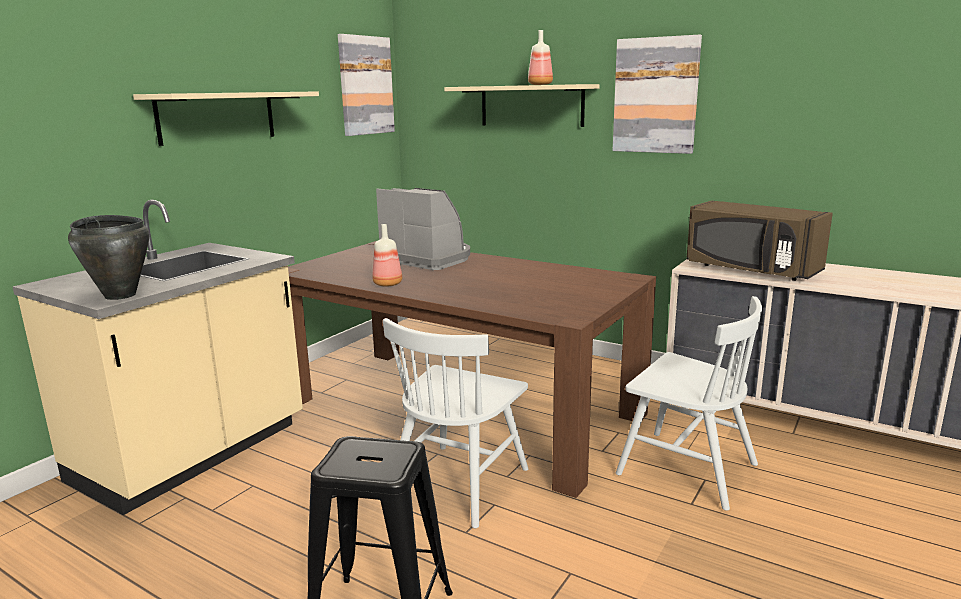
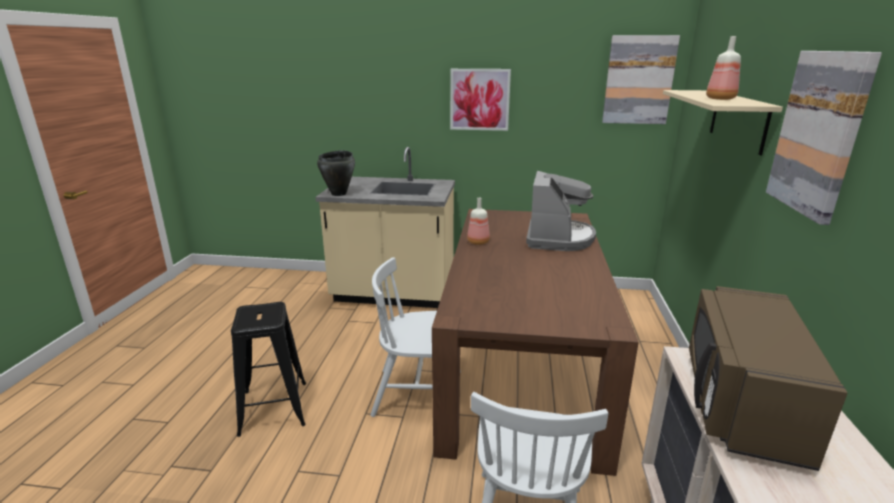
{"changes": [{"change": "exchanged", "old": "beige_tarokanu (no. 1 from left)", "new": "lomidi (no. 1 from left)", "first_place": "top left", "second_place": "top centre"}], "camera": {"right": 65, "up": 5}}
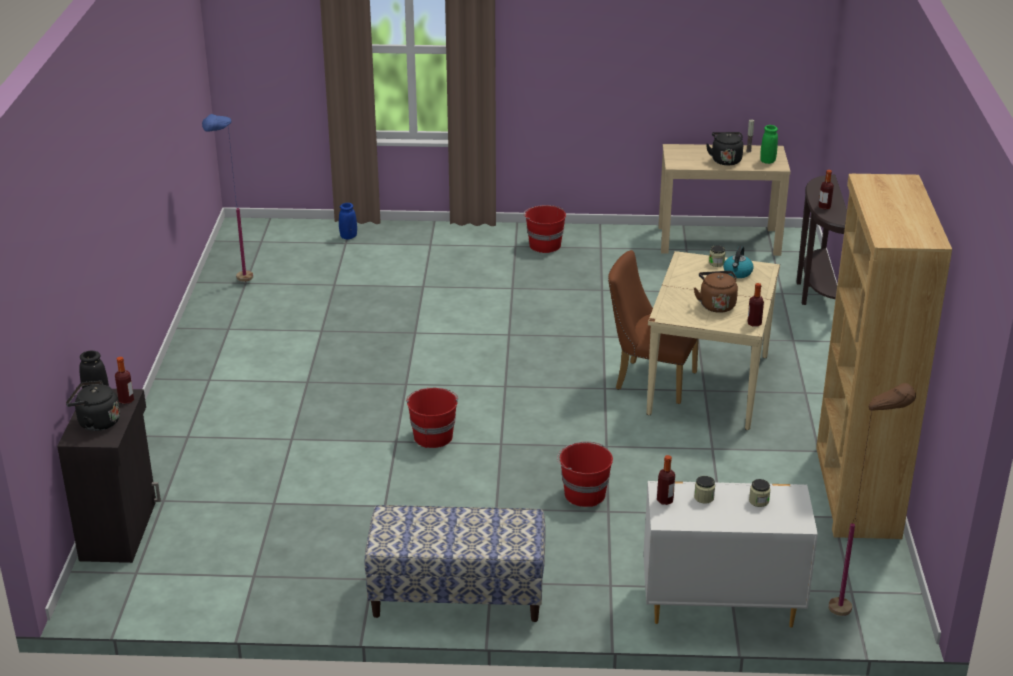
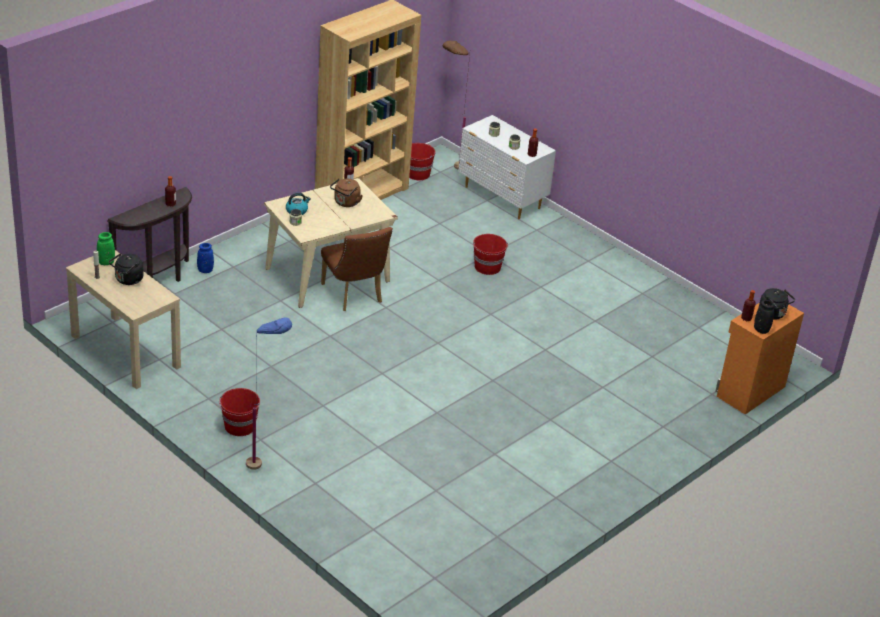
{"changes": [{"change": "missing", "old": "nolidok", "first_place": "bottom centre"}, {"change": "relocated", "old": "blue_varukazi", "first_place": "top left", "second_place": "middle left"}, {"change": "relocated", "old": "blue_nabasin", "first_place": "top centre", "second_place": "middle left"}, {"change": "relocated", "old": "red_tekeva (no. 1 from left in the first image)", "new": "red_tekeva (no. 2 from left)", "first_place": "centre", "second_place": "top centre"}, {"change": "colour", "old": "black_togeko", "new": "orange_togeko", "first_place": "bottom left", "second_place": "middle right"}], "camera": {"right": -140, "up": 5}}
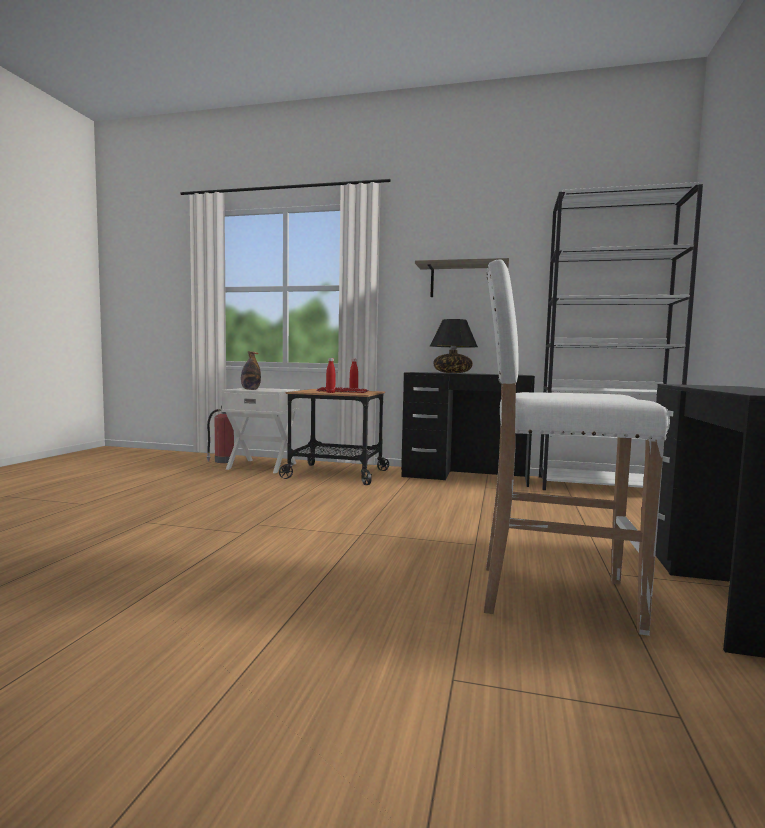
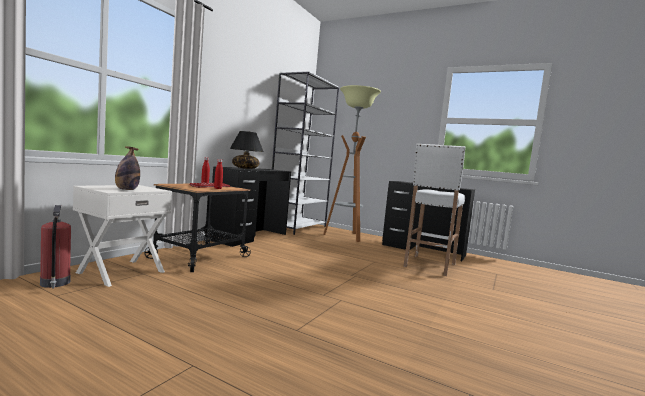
{"changes": [{"change": "missing", "old": "tarokanu", "first_place": "centre"}, {"change": "appeared", "new": "varukazi", "second_place": "centre"}], "camera": {"right": -75, "up": 0}}
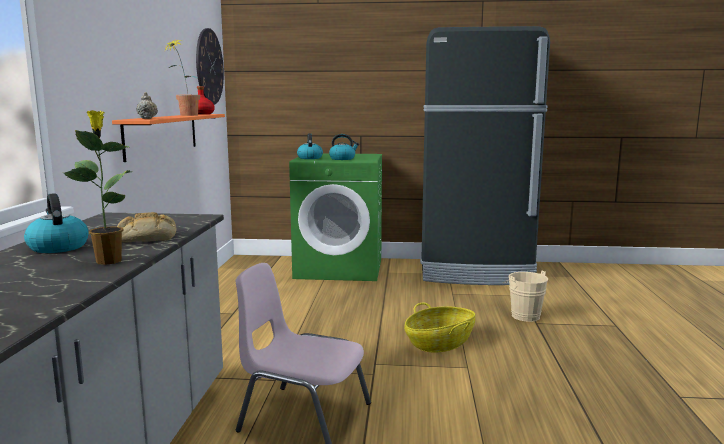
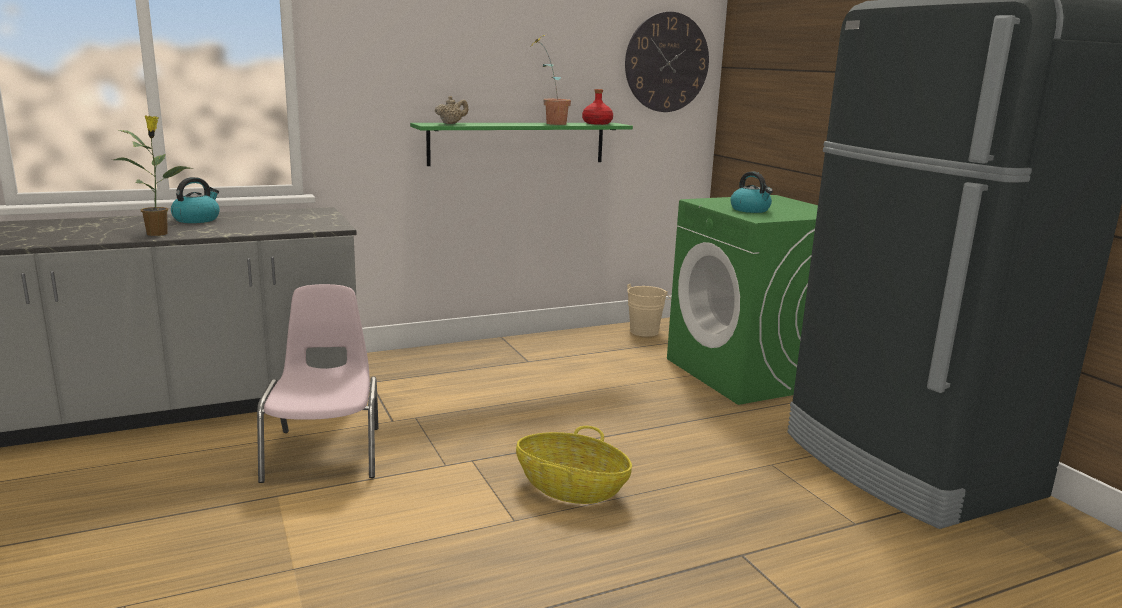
{"changes": [{"change": "missing", "old": "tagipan", "first_place": "middle left"}, {"change": "missing", "old": "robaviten (no. 2 from left)", "first_place": "top centre"}, {"change": "relocated", "old": "beige_tekeva", "first_place": "bottom right", "second_place": "centre"}, {"change": "colour", "old": "orange_tarokanu", "new": "green_tarokanu", "first_place": "top left", "second_place": "top centre"}], "camera": {"right": 60, "up": 5}}
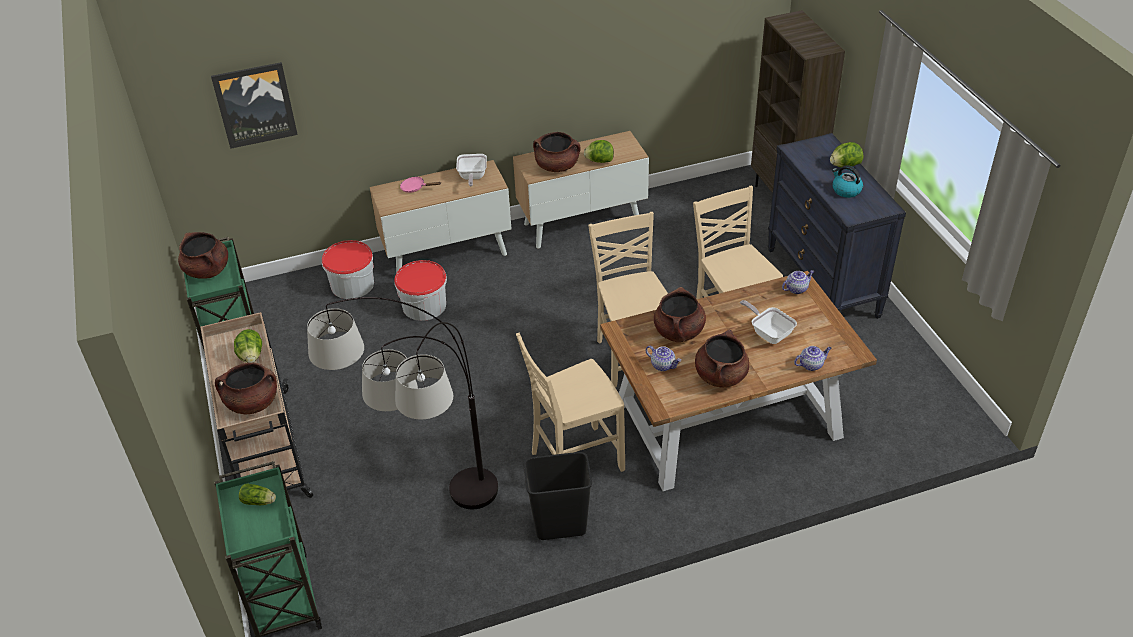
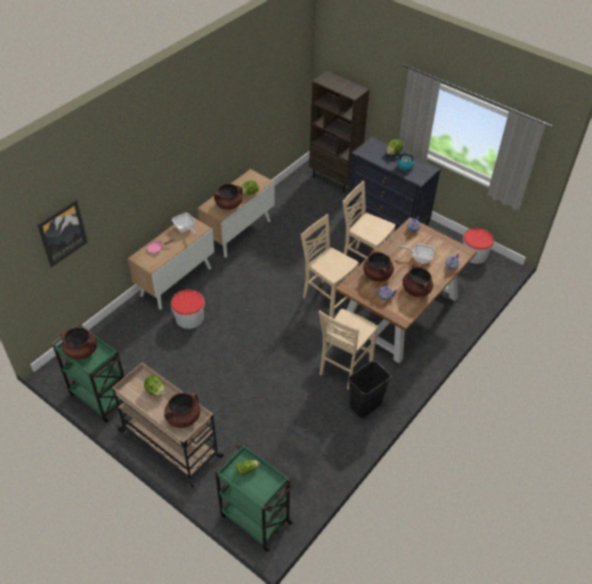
{"changes": [{"change": "missing", "old": "varukazi", "first_place": "centre"}, {"change": "relocated", "old": "tekeva (no. 1 from left in the first image)", "new": "tekeva (no. 2 from left)", "first_place": "middle left", "second_place": "middle right"}], "camera": {"right": -35, "up": 5}}
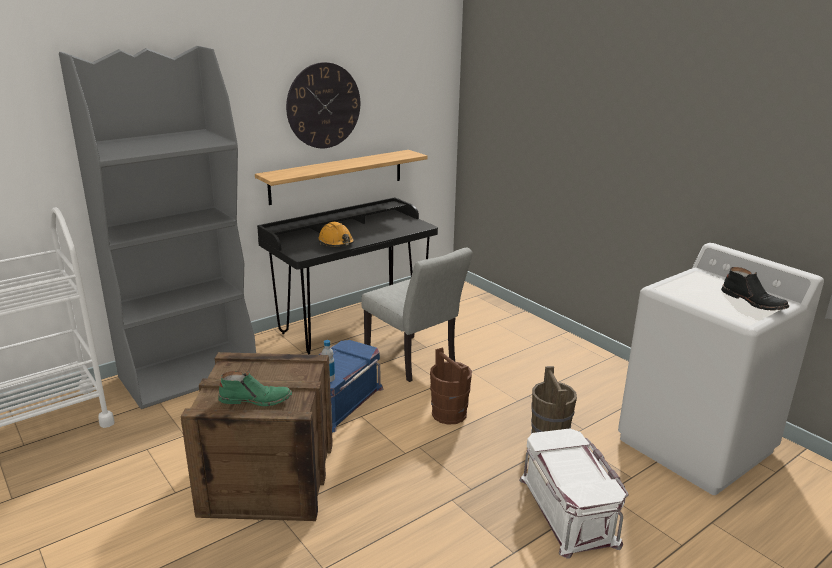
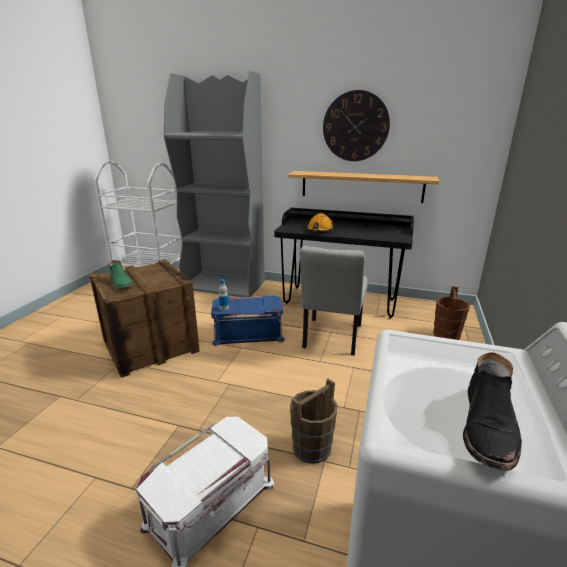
{"changes": [{"change": "relocated", "old": "brown_tekeva (no. 1 from left in the first image)", "new": "brown_tekeva (no. 2 from left)", "first_place": "bottom centre", "second_place": "middle right"}], "camera": {"right": 55, "up": 0}}
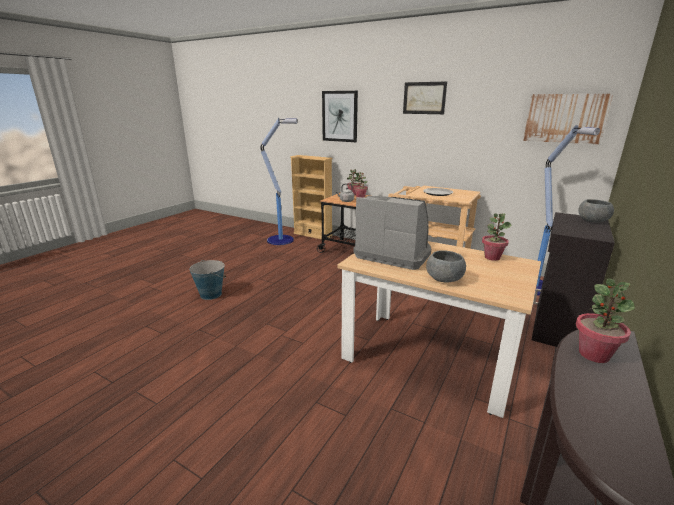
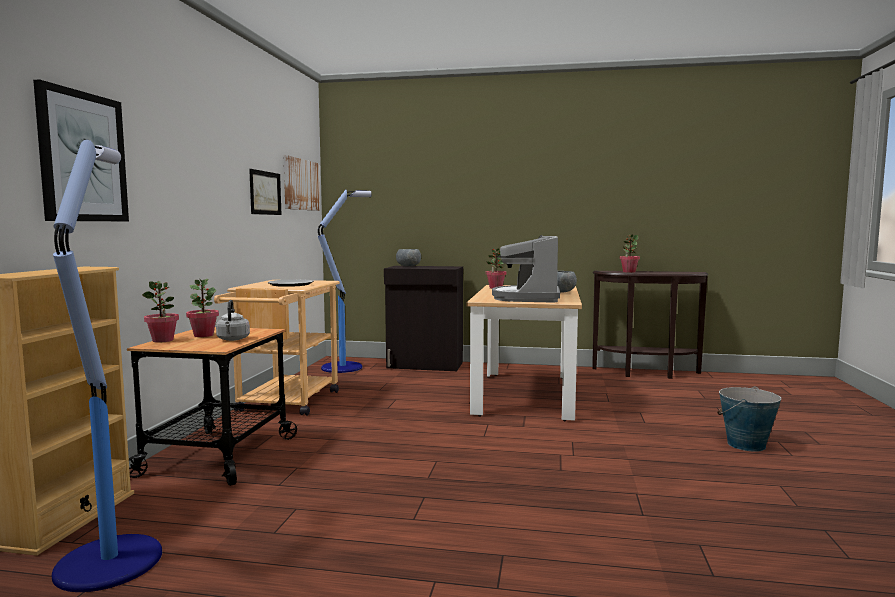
{"changes": [{"change": "relocated", "old": "tekeva", "first_place": "middle left", "second_place": "bottom right"}, {"change": "relocated", "old": "lomidi (no. 2 from left)", "first_place": "top centre", "second_place": "top left"}], "camera": {"right": -110, "up": -15}}
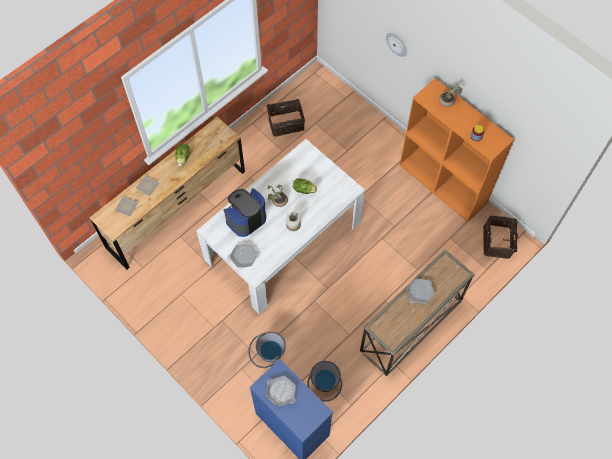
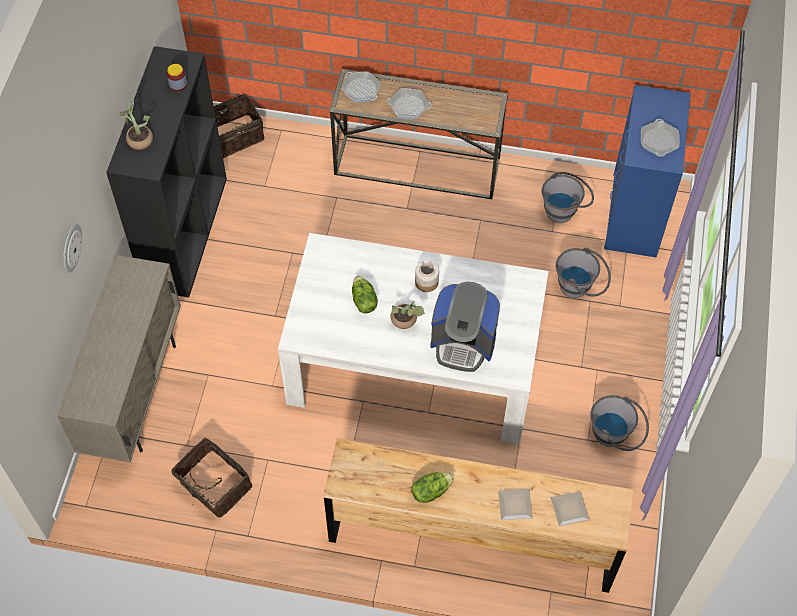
{"changes": [{"change": "appeared", "new": "beige_togeko", "second_place": "middle left"}, {"change": "appeared", "new": "grey_tekeva (no. 3 from left)", "second_place": "bottom right"}, {"change": "relocated", "old": "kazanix (no. 1 from left)", "first_place": "centre", "second_place": "top centre"}, {"change": "colour", "old": "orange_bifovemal", "new": "black_bifovemal", "first_place": "top right", "second_place": "top left"}], "camera": {"right": -125, "up": -5}}
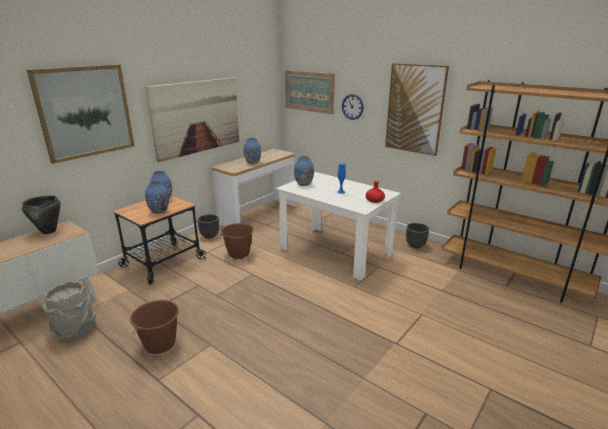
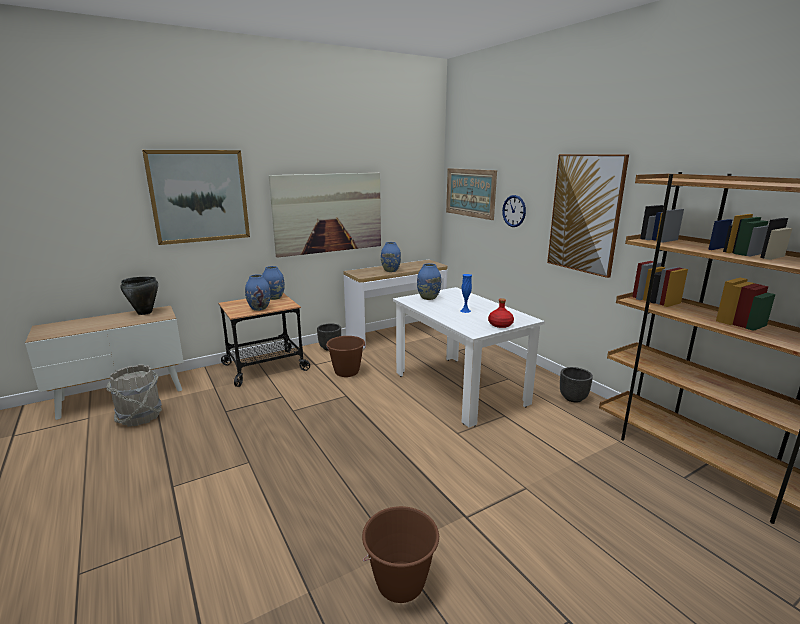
{"changes": [{"change": "relocated", "old": "brown_tekeva (no. 1 from left in the first image)", "new": "brown_tekeva (no. 2 from left)", "first_place": "bottom left", "second_place": "bottom centre"}], "camera": {"right": 20, "up": -5}}
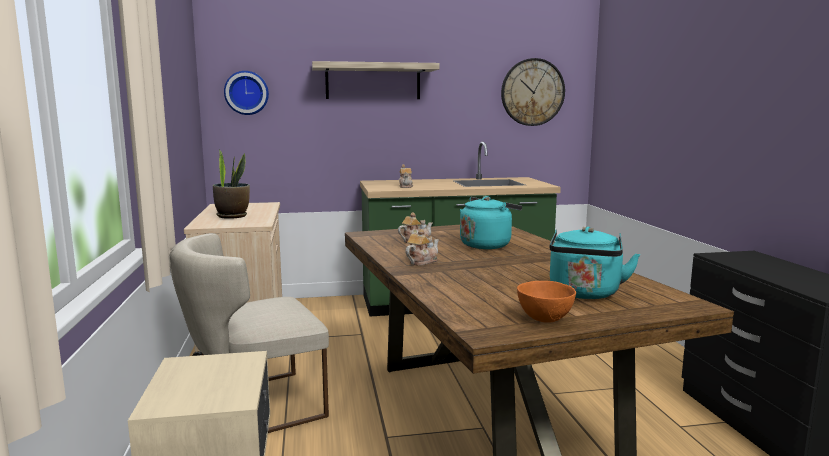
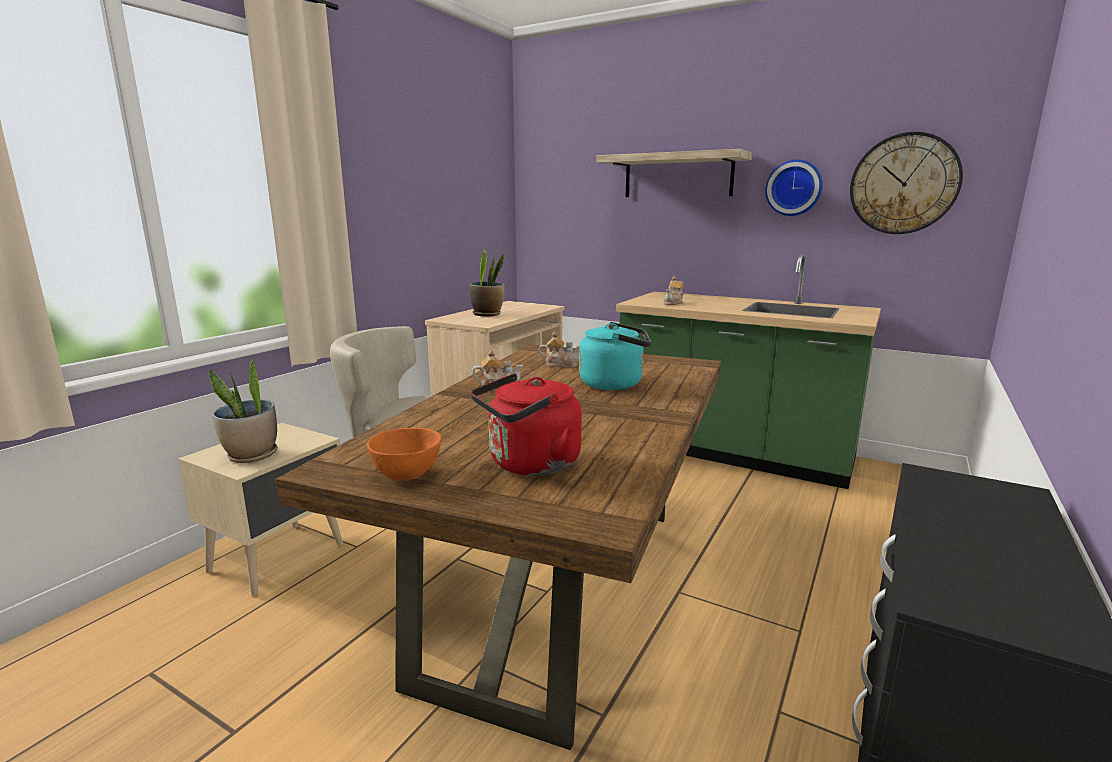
{"changes": [{"change": "appeared", "new": "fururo (no. 1 from left)", "second_place": "middle left"}, {"change": "relocated", "old": "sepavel (no. 1 from left)", "first_place": "top left", "second_place": "top right"}, {"change": "colour", "old": "turquoise_robaviten (no. 2 from left)", "new": "red_robaviten", "first_place": "middle right", "second_place": "centre"}], "camera": {"right": 40, "up": 5}}
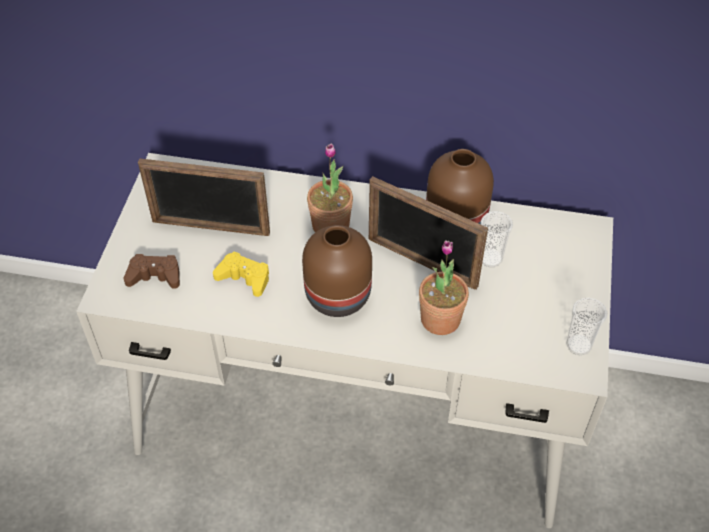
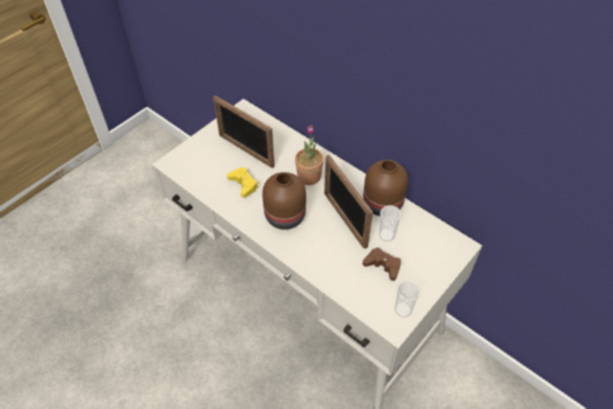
{"changes": [{"change": "missing", "old": "fururo (no. 2 from left)", "first_place": "centre"}, {"change": "relocated", "old": "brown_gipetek", "first_place": "middle left", "second_place": "centre"}], "camera": {"right": 30, "up": 0}}
